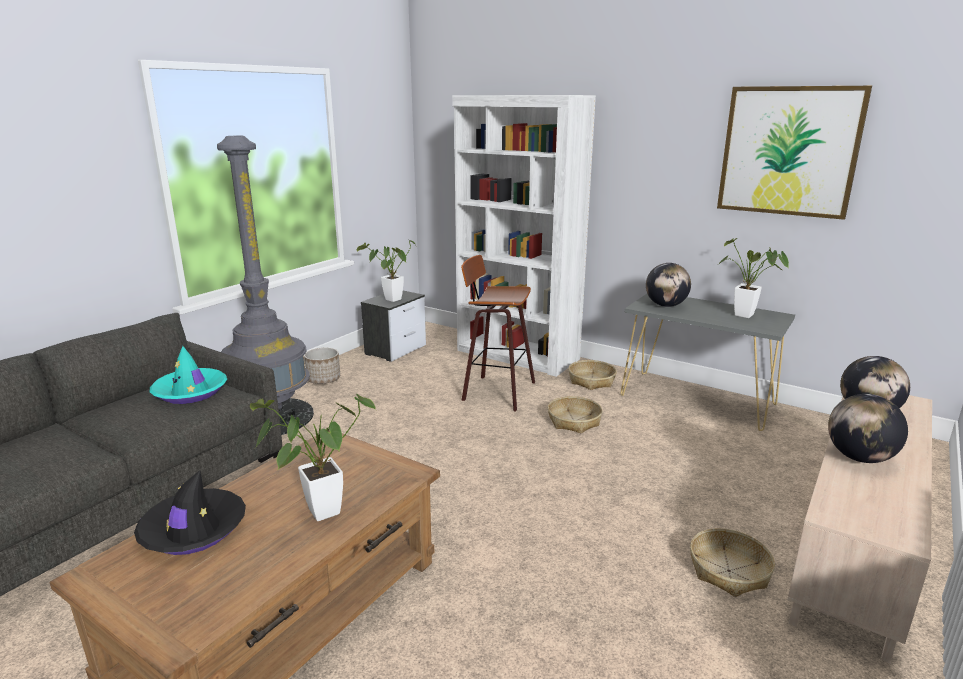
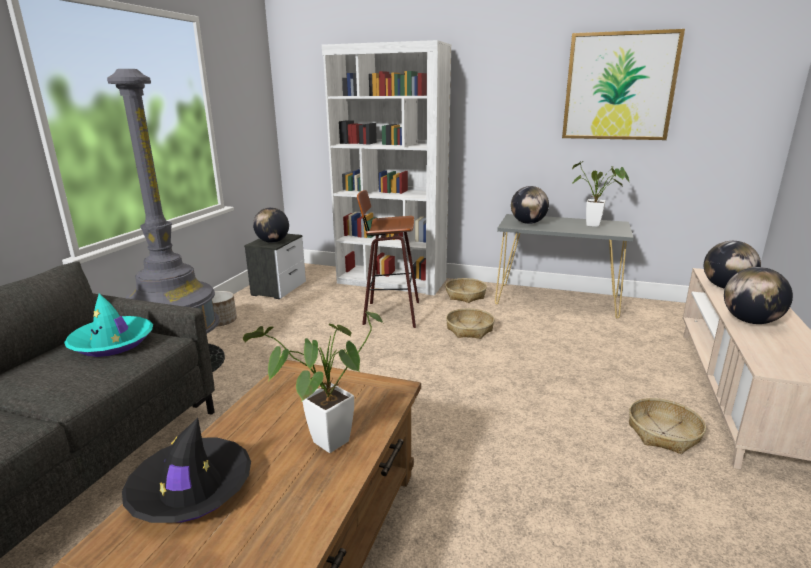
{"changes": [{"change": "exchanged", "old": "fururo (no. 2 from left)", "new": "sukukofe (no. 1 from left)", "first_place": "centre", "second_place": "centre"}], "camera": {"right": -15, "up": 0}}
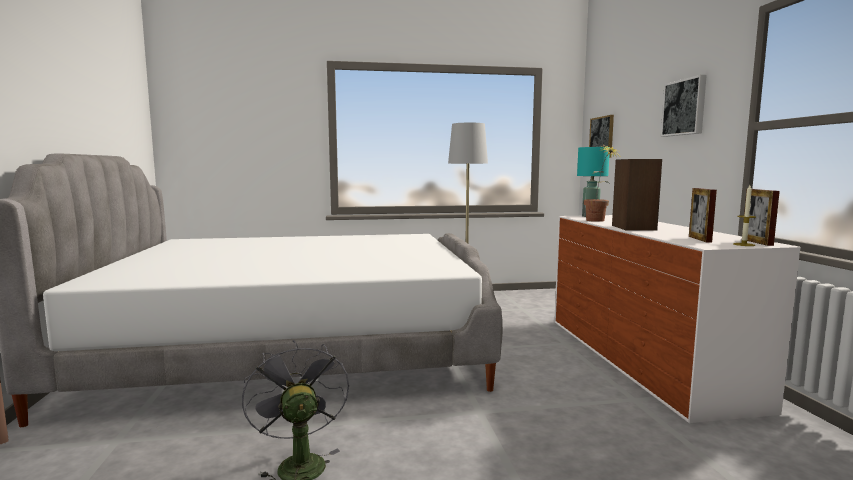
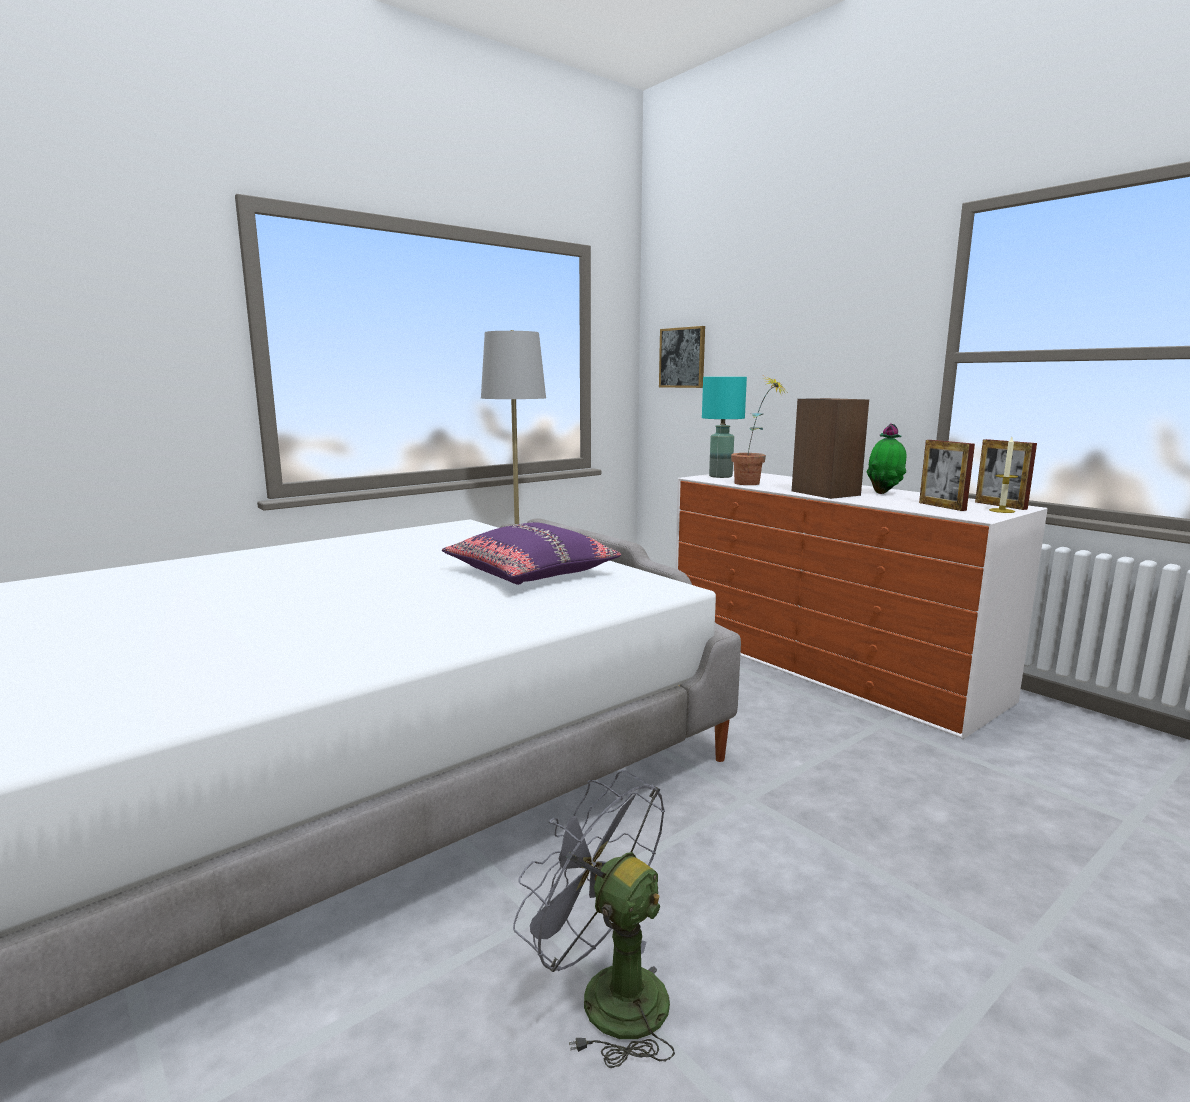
{"changes": [{"change": "missing", "old": "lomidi (no. 2 from left)", "first_place": "top right"}, {"change": "appeared", "new": "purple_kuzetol", "second_place": "centre"}, {"change": "appeared", "new": "fururo (no. 2 from left)", "second_place": "middle right"}], "camera": {"right": -30, "up": 5}}
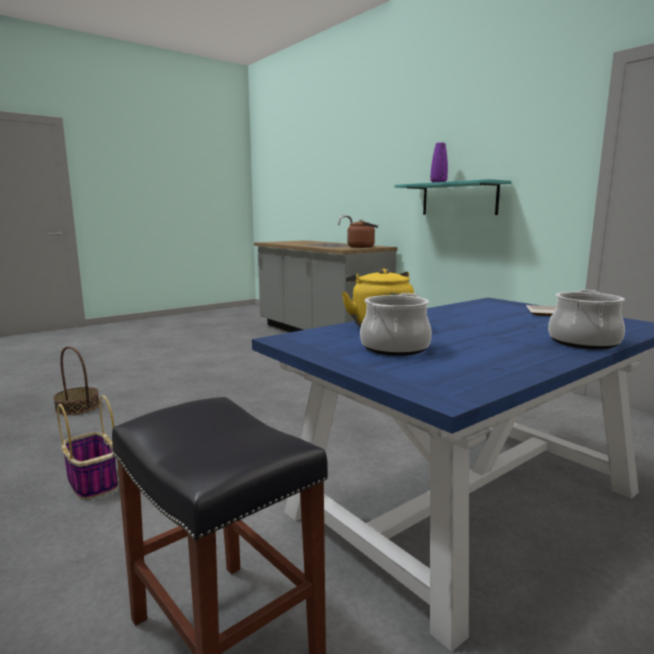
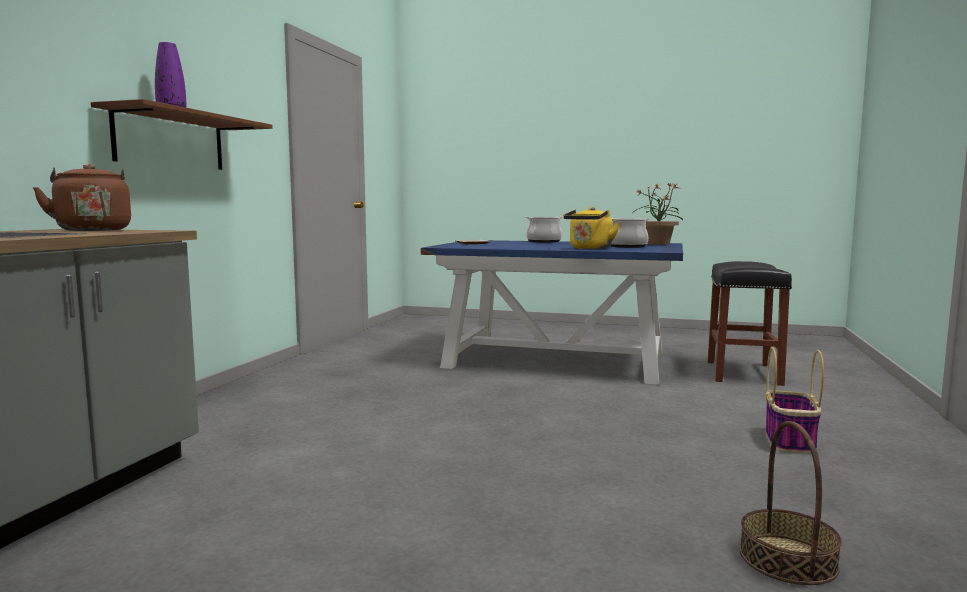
{"changes": [{"change": "appeared", "new": "fururo", "second_place": "middle right"}, {"change": "colour", "old": "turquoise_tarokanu", "new": "brown_tarokanu", "first_place": "top right", "second_place": "top left"}], "camera": {"right": -125, "up": -5}}
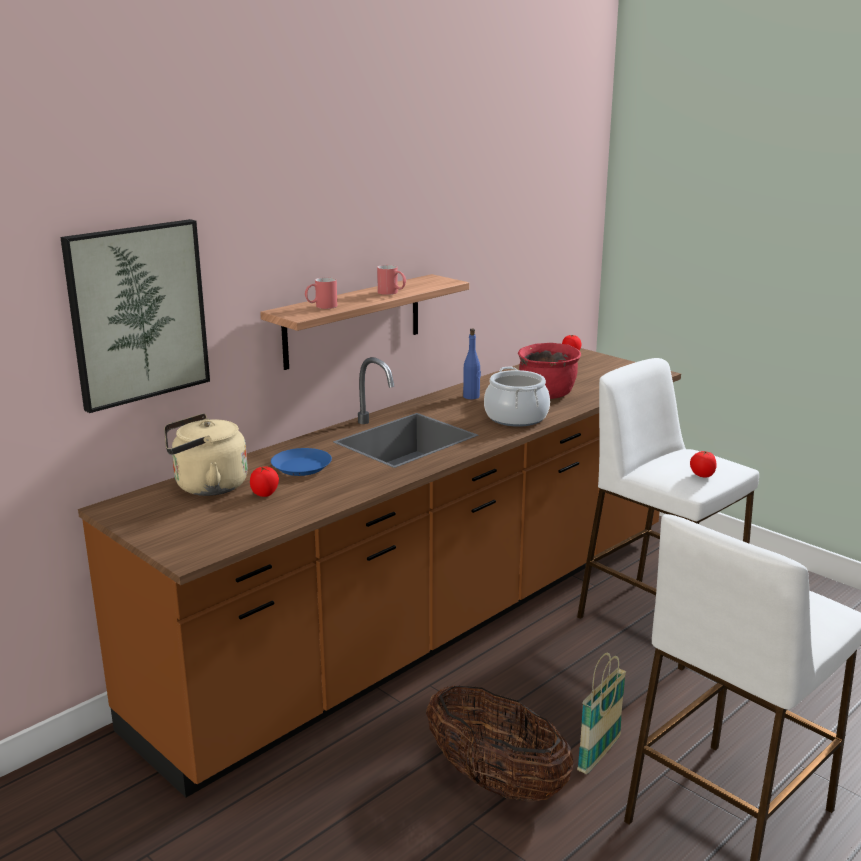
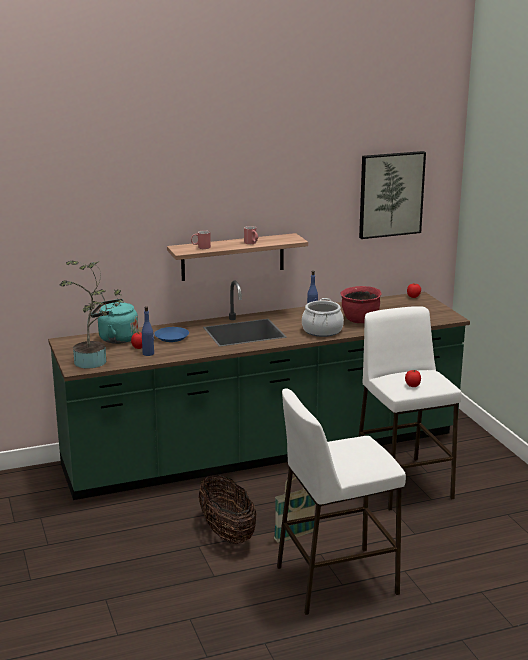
{"changes": [{"change": "appeared", "new": "fururo", "second_place": "middle left"}, {"change": "appeared", "new": "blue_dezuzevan (no. 1 from left)", "second_place": "middle left"}, {"change": "relocated", "old": "lomidi", "first_place": "middle left", "second_place": "top right"}, {"change": "colour", "old": "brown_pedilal", "new": "green_pedilal", "first_place": "centre", "second_place": "centre"}, {"change": "colour", "old": "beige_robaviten", "new": "turquoise_robaviten", "first_place": "middle left", "second_place": "middle left"}], "camera": {"right": 25, "up": 0}}
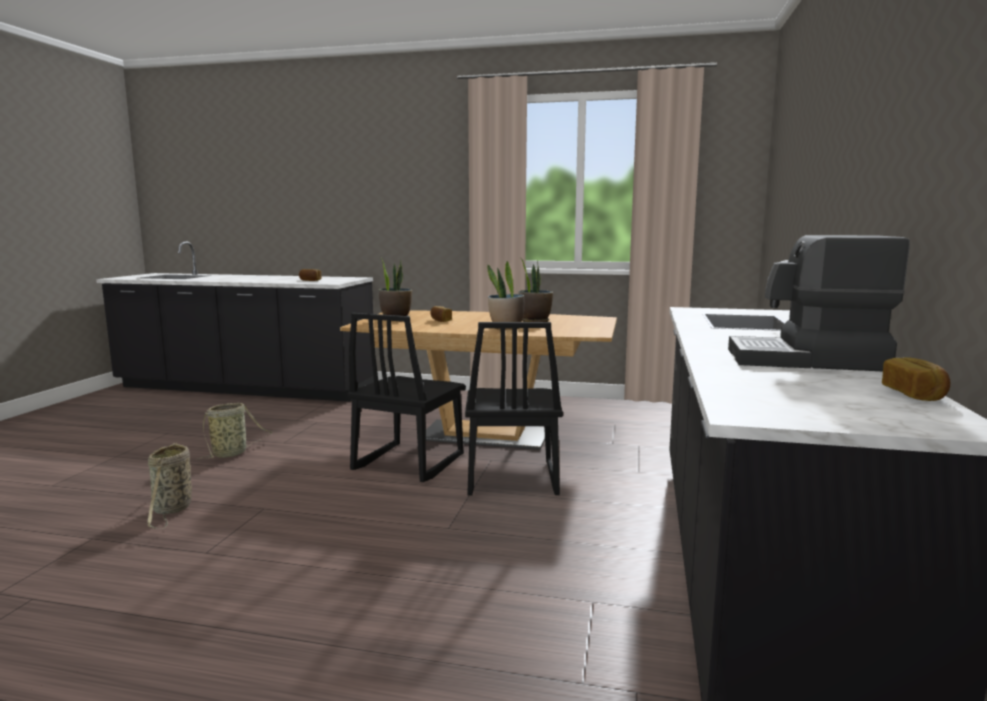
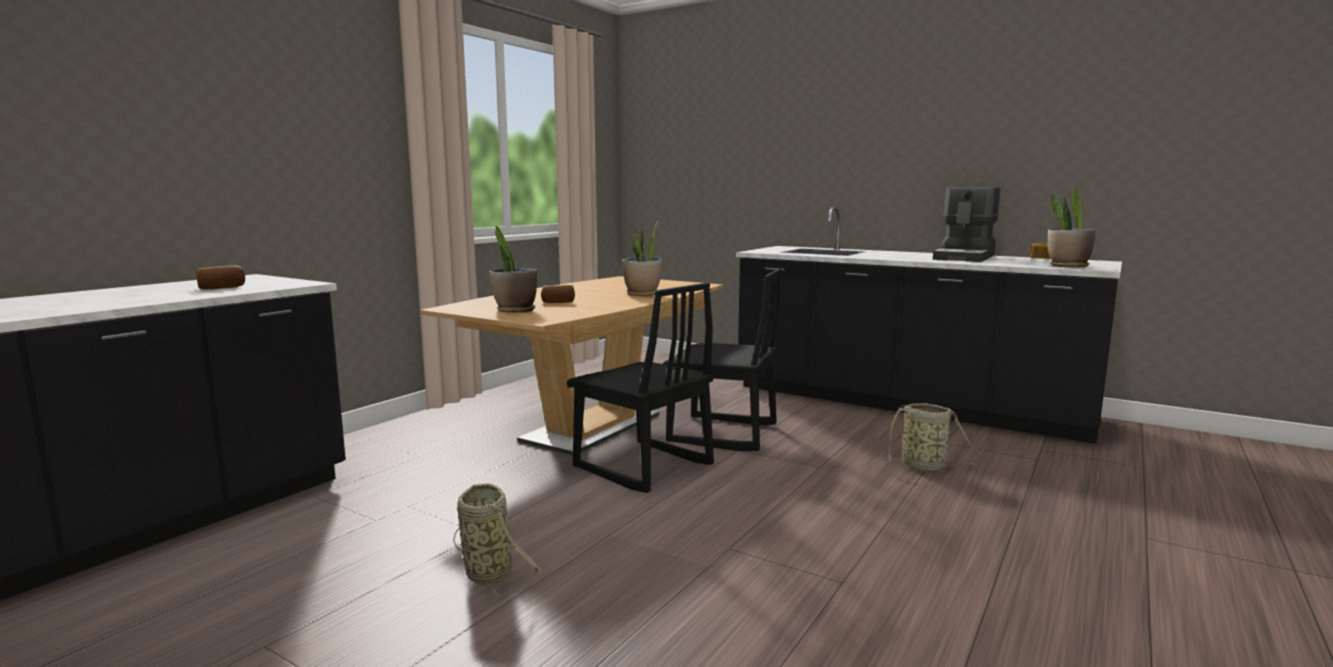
{"changes": [{"change": "relocated", "old": "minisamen (no. 1 from left in the first image)", "new": "minisamen (no. 2 from left)", "first_place": "bottom left", "second_place": "middle right"}, {"change": "relocated", "old": "fururo (no. 3 from left)", "first_place": "centre", "second_place": "middle right"}], "camera": {"right": -70, "up": 0}}
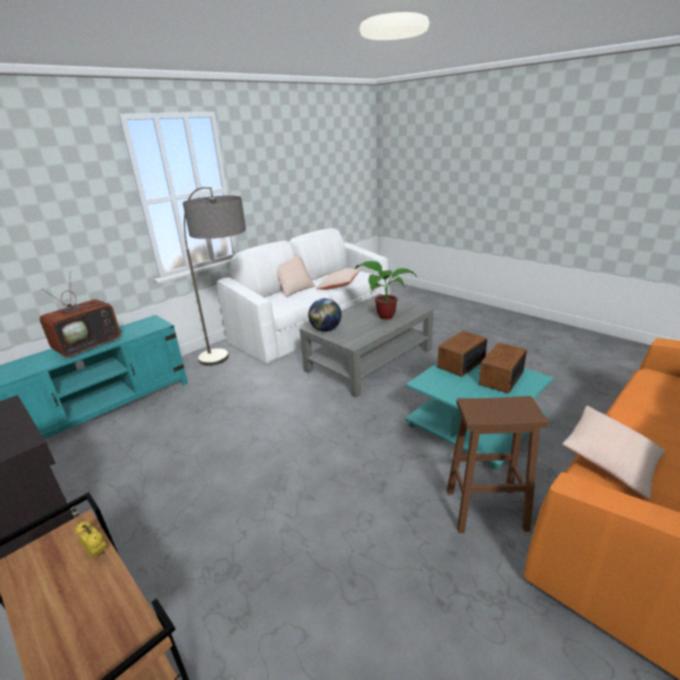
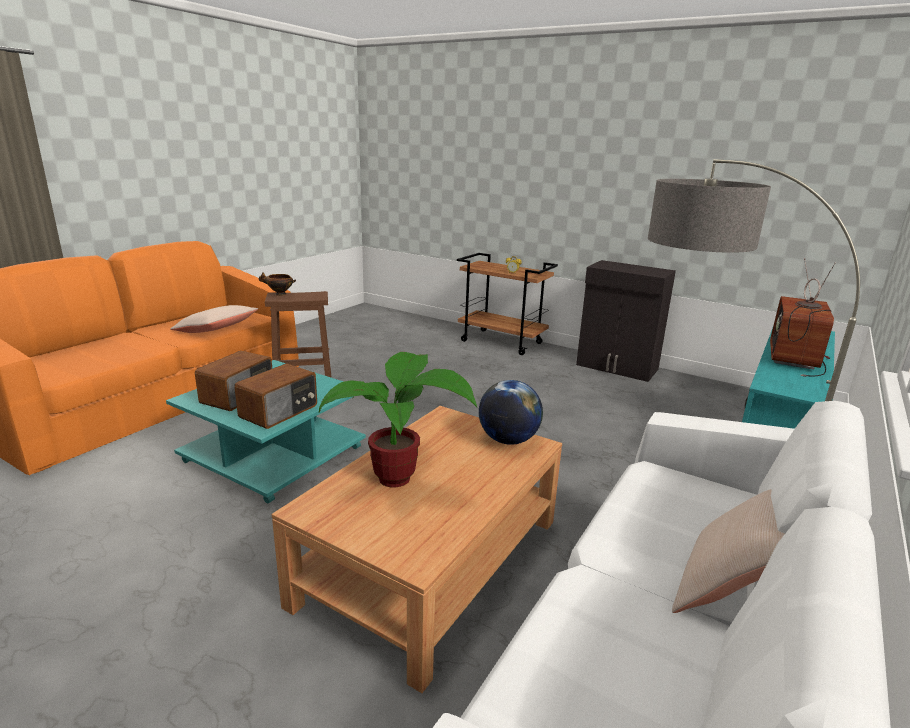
{"changes": [{"change": "missing", "old": "beige_kuzetol (no. 2 from left)", "first_place": "centre"}, {"change": "appeared", "new": "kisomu", "second_place": "middle left"}, {"change": "colour", "old": "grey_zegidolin", "new": "brown_zegidolin", "first_place": "centre", "second_place": "bottom centre"}], "camera": {"right": 165, "up": -5}}
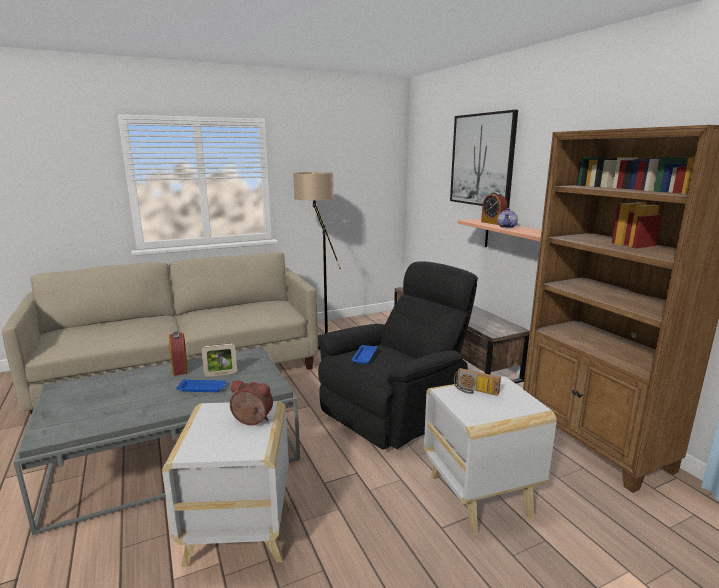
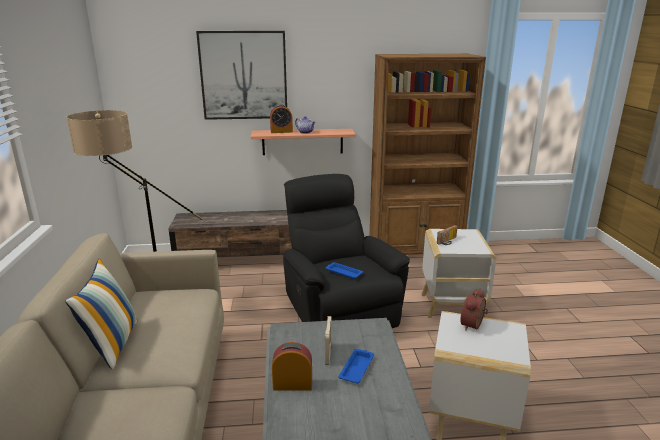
{"changes": [{"change": "appeared", "new": "kuzetol", "second_place": "bottom left"}], "camera": {"right": -70, "up": 5}}
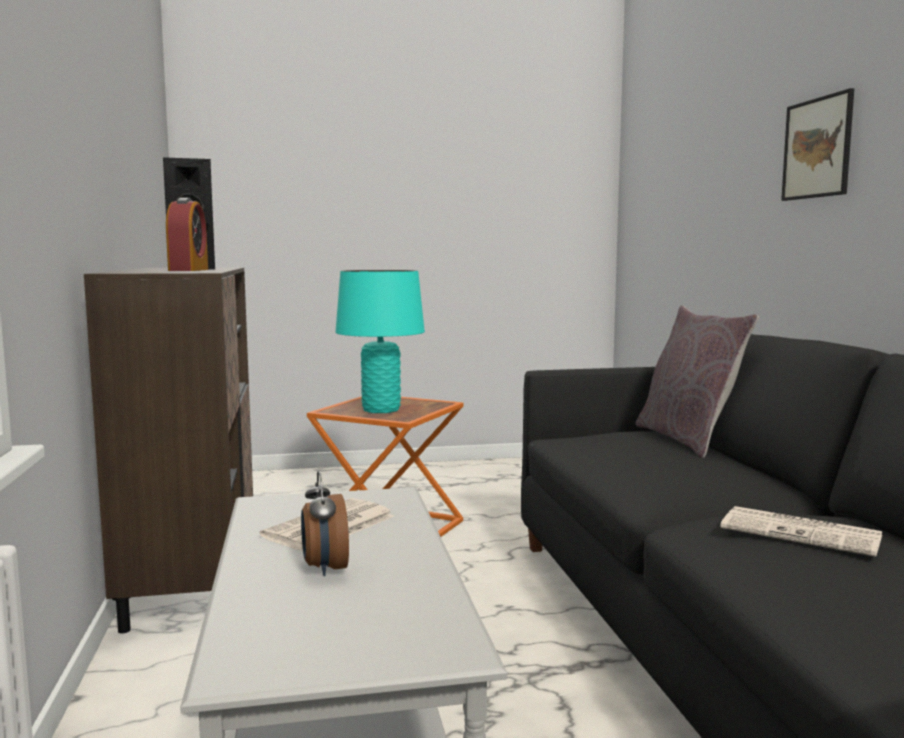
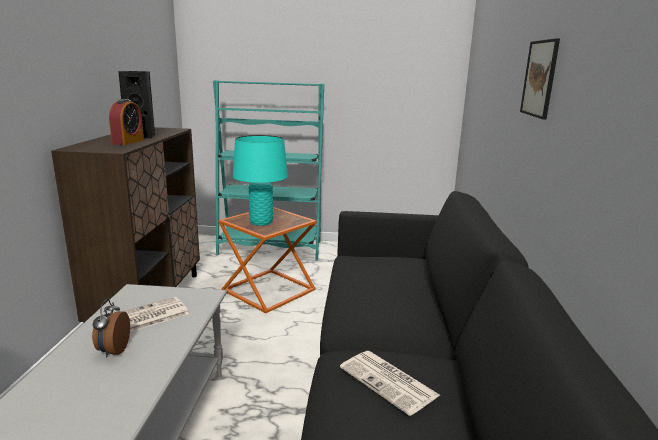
{"changes": [{"change": "missing", "old": "grey_kuzetol", "first_place": "middle right"}, {"change": "appeared", "new": "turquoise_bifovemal", "second_place": "centre"}], "camera": {"right": 15, "up": 10}}
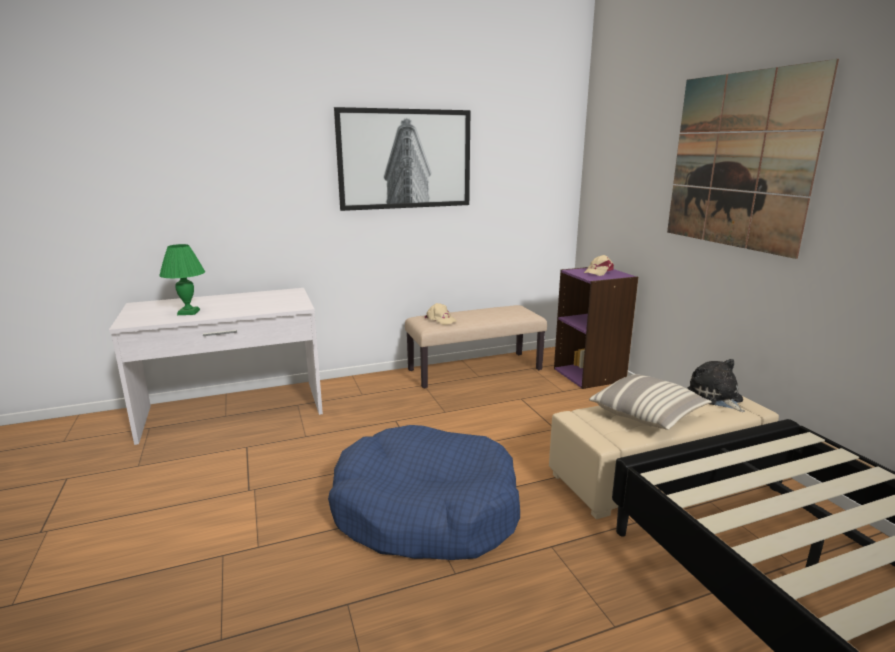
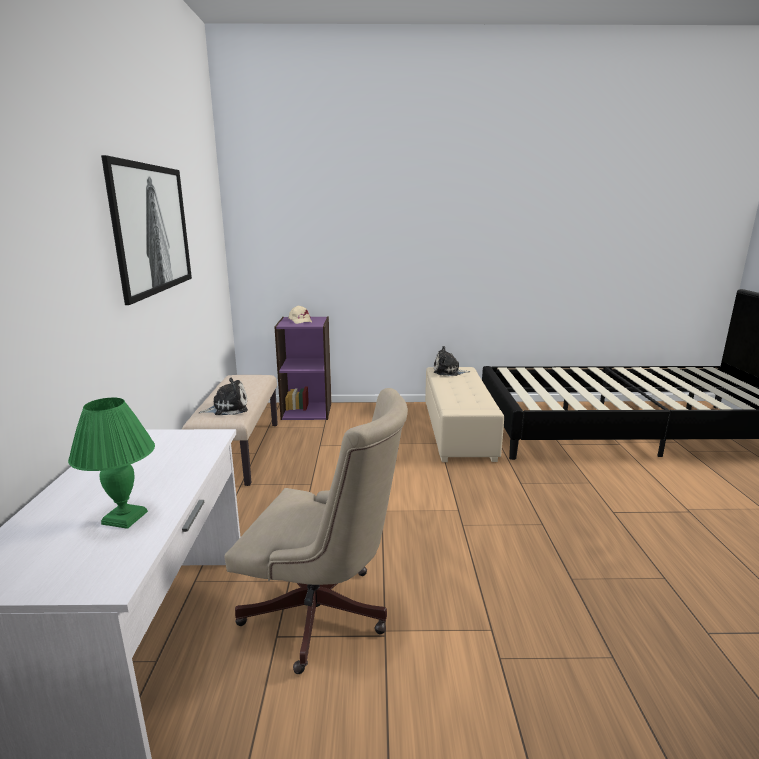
{"changes": [{"change": "missing", "old": "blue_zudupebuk", "first_place": "bottom centre"}, {"change": "missing", "old": "kuzetol", "first_place": "middle right"}, {"change": "missing", "old": "lomidi (no. 2 from left)", "first_place": "top right"}, {"change": "appeared", "new": "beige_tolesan", "second_place": "bottom centre"}, {"change": "exchanged", "old": "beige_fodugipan (no. 1 from left)", "new": "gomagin (no. 1 from left)", "first_place": "centre", "second_place": "middle left"}], "camera": {"right": -70, "up": 0}}
